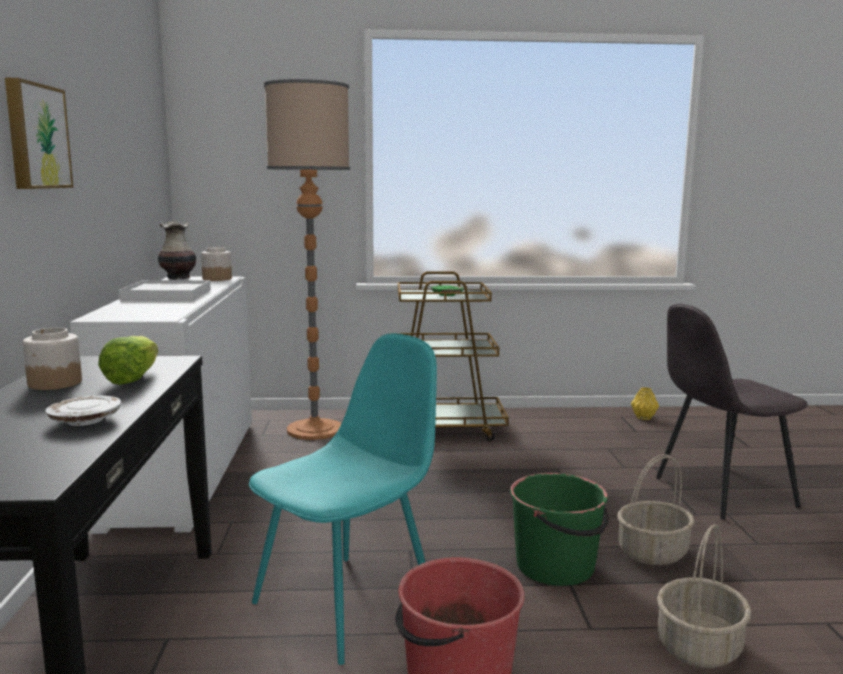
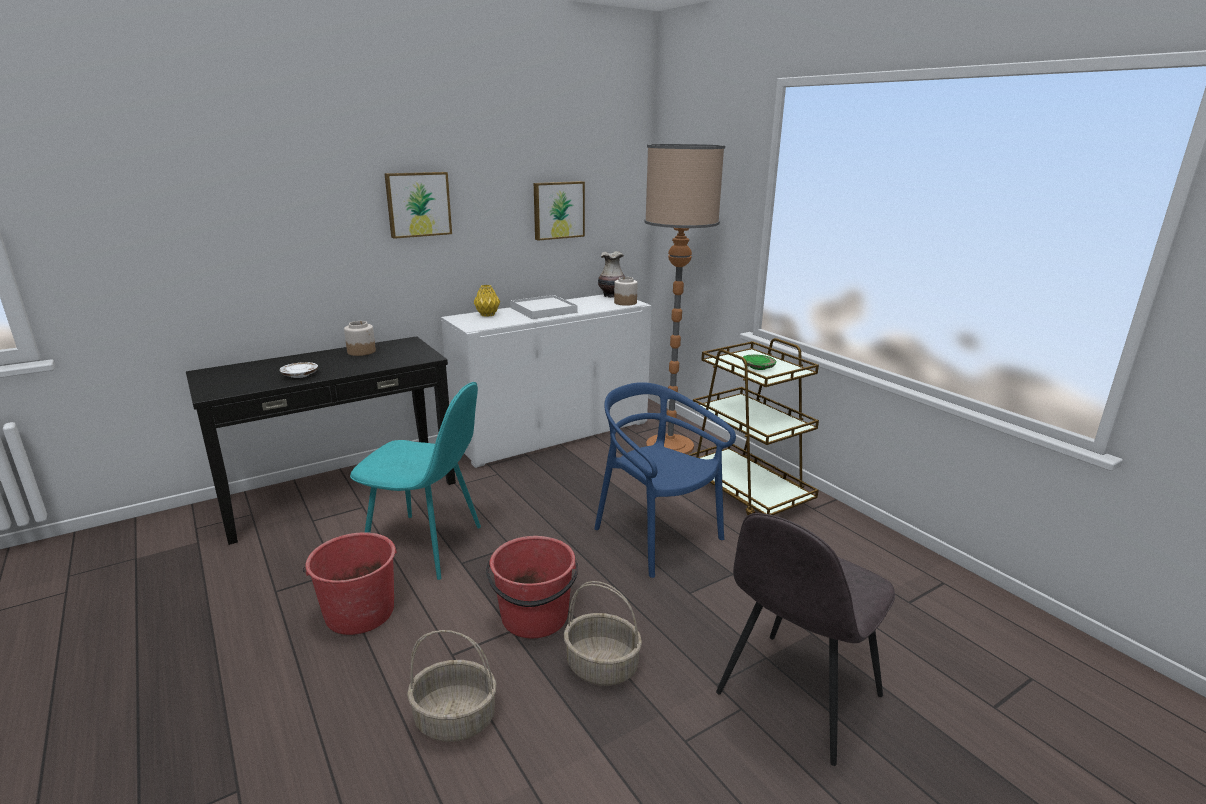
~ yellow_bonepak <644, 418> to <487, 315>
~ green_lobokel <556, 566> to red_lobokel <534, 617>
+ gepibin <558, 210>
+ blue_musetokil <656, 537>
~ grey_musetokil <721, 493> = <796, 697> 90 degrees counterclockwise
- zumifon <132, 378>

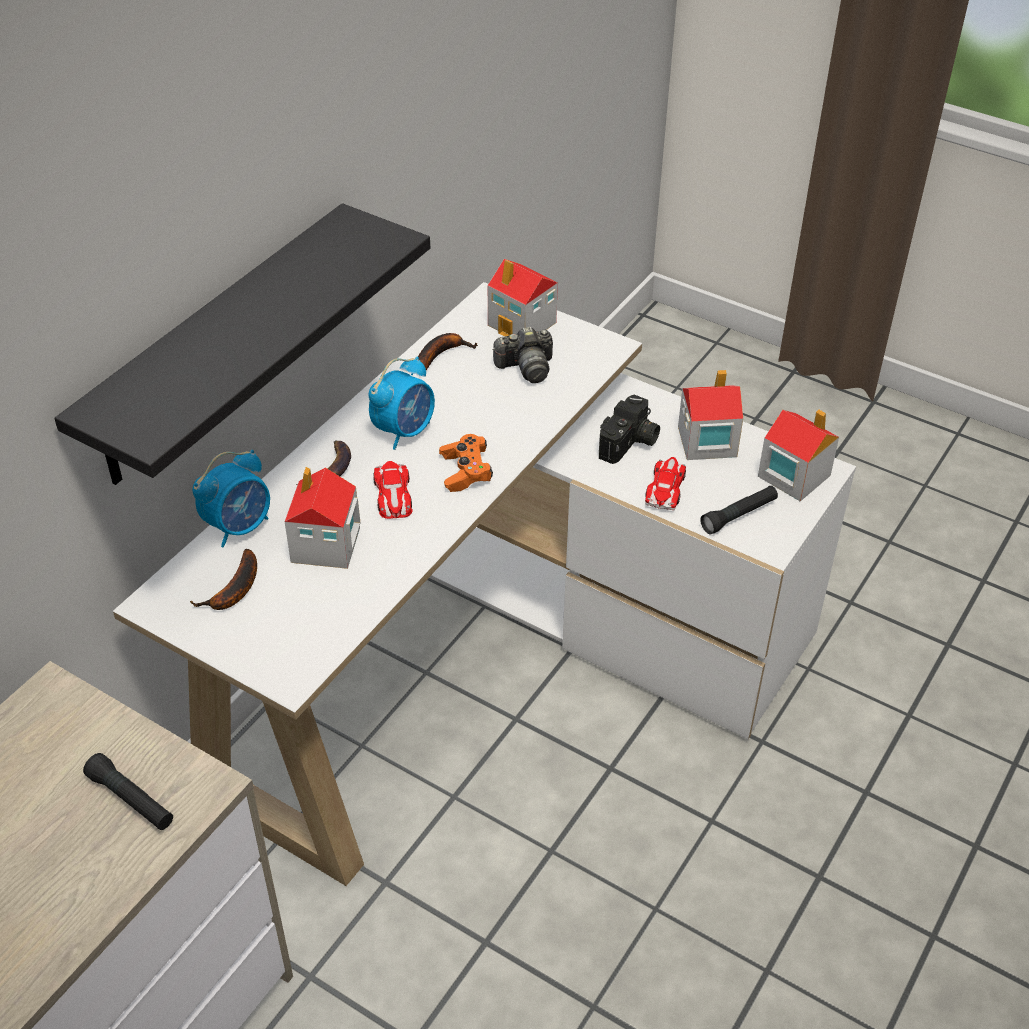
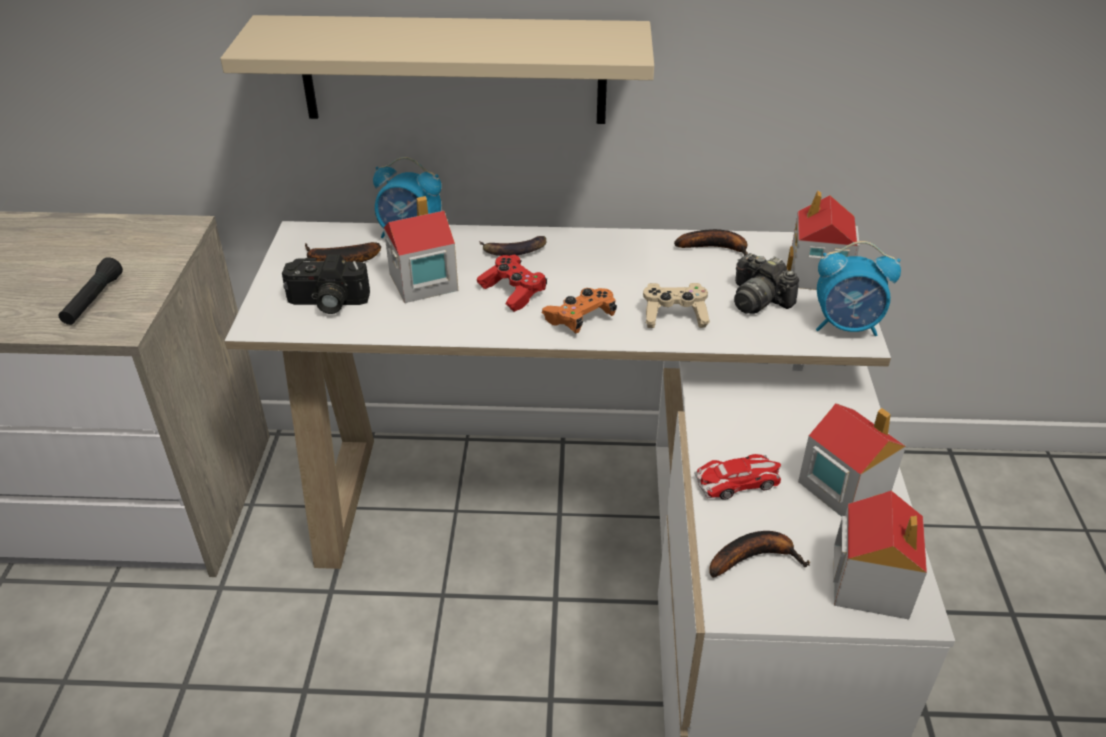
~ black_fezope <218, 347> to beige_fezope <453, 70>
~ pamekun <630, 443> to <327, 303>
~ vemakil <393, 495> to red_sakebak <512, 292>
+ beige_sakebak <674, 316>
~ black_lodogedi <739, 515> to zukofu <755, 557>
~ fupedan <404, 431> to <846, 326>

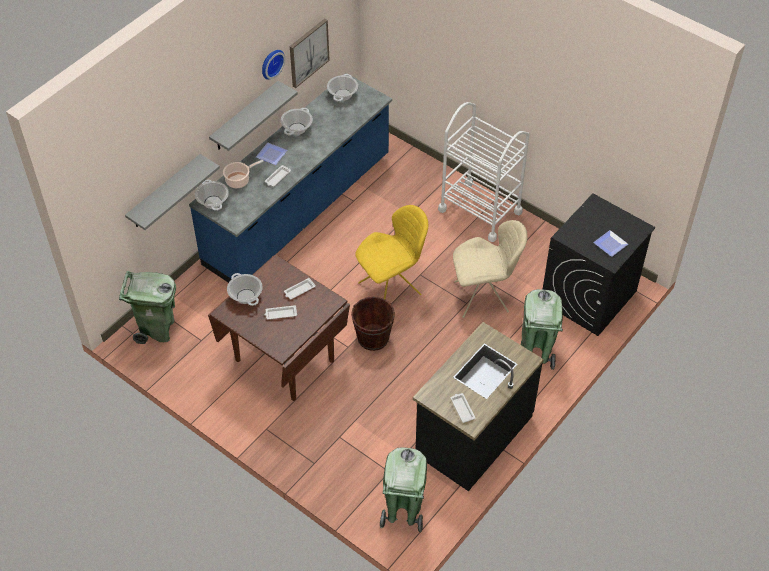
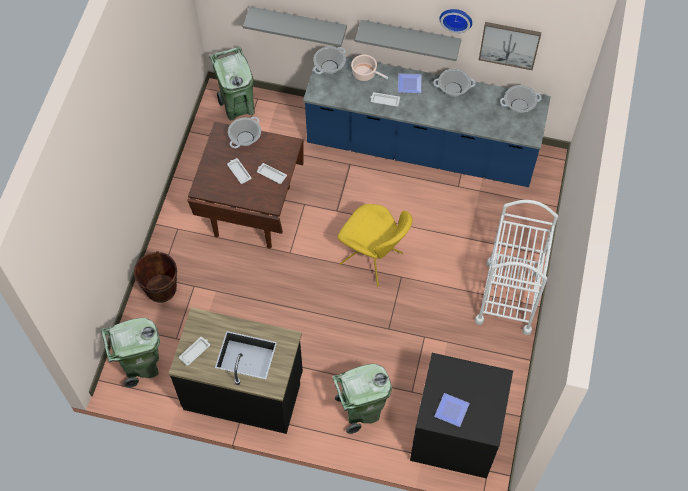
~ brown_lobokel <373, 338> to <161, 288>
- beige_musetokil <484, 296>

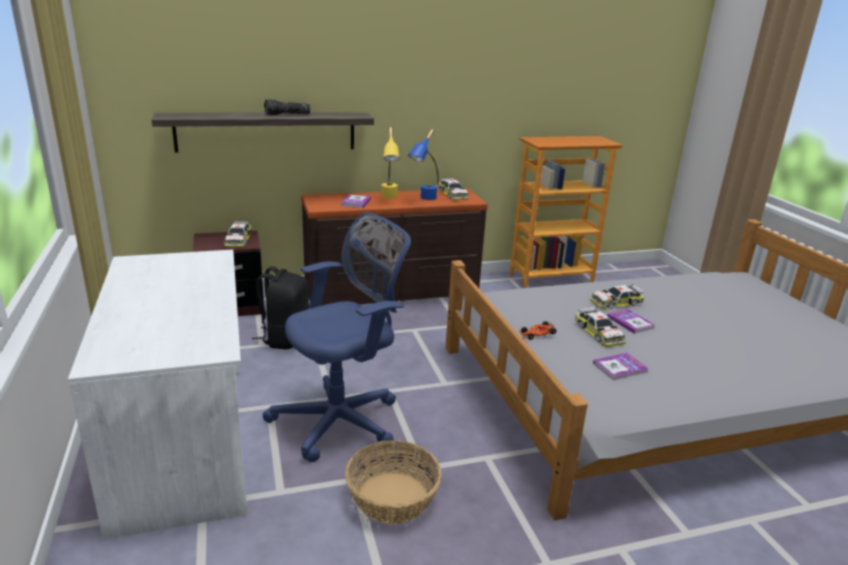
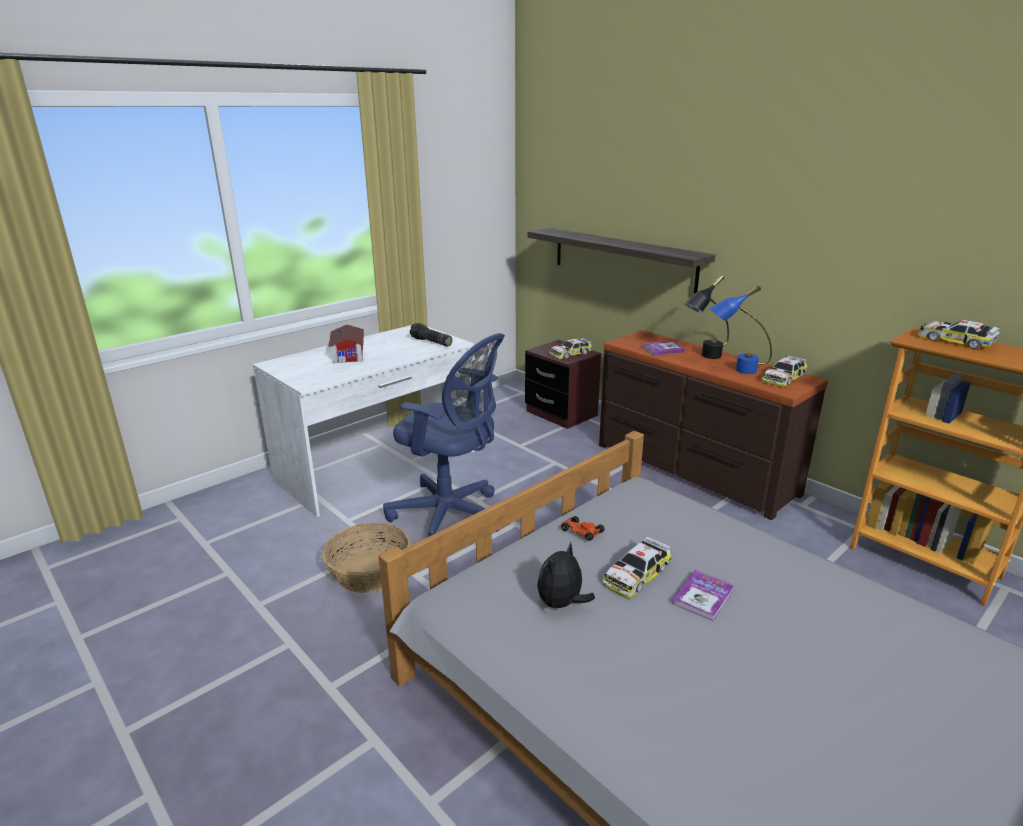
+ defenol <349, 353>
~ lodogedi <287, 115> to <430, 342>
~ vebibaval <620, 367> to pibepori <562, 604>
~ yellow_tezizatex <389, 198> to black_tezizatex <704, 357>
~ vemakil <615, 302> to <955, 341>
- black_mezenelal <285, 338>

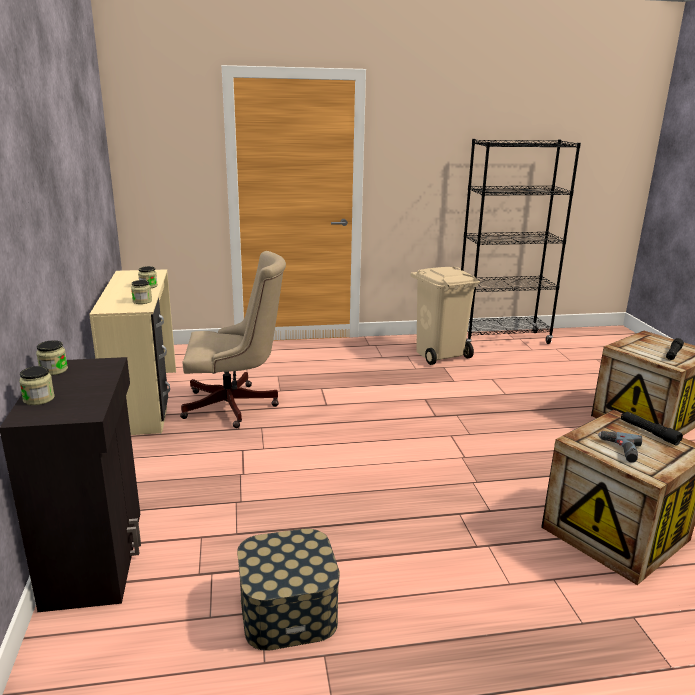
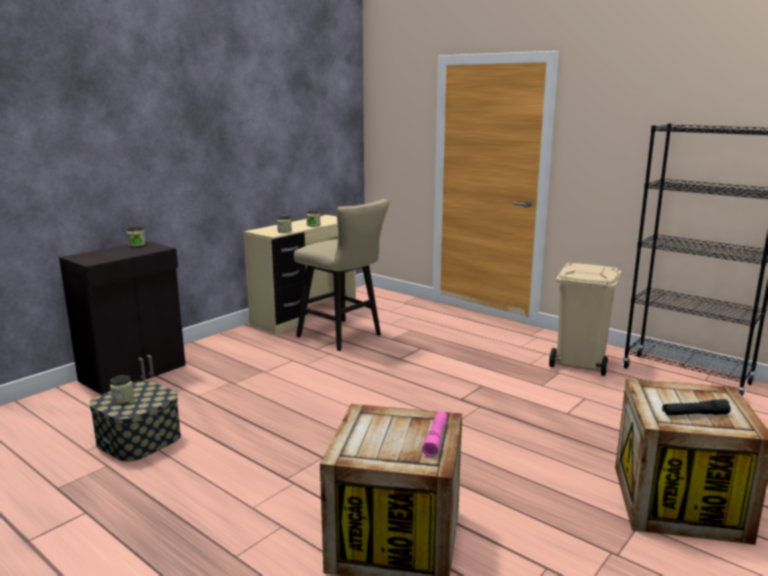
~ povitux <39, 399> to <123, 399>
~ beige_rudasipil <235, 406> to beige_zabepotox <344, 337>
~ black_lodogedi <649, 432> to pink_lodogedi <436, 438>
- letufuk <619, 450>

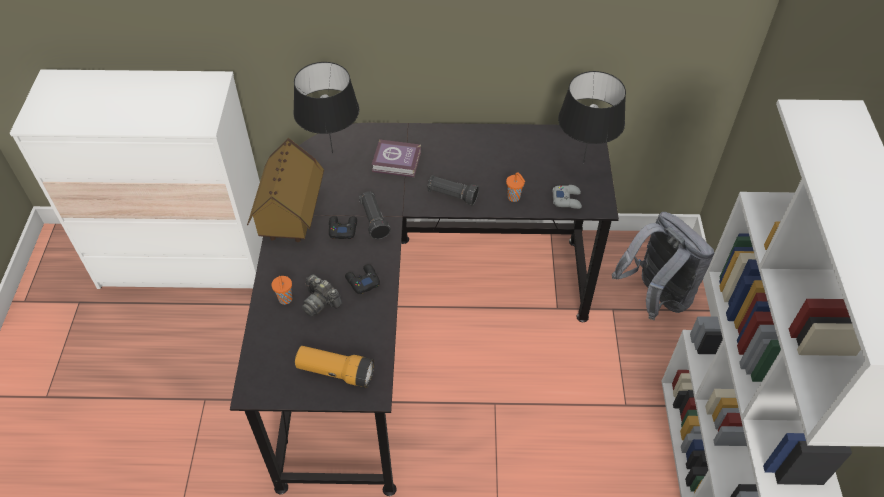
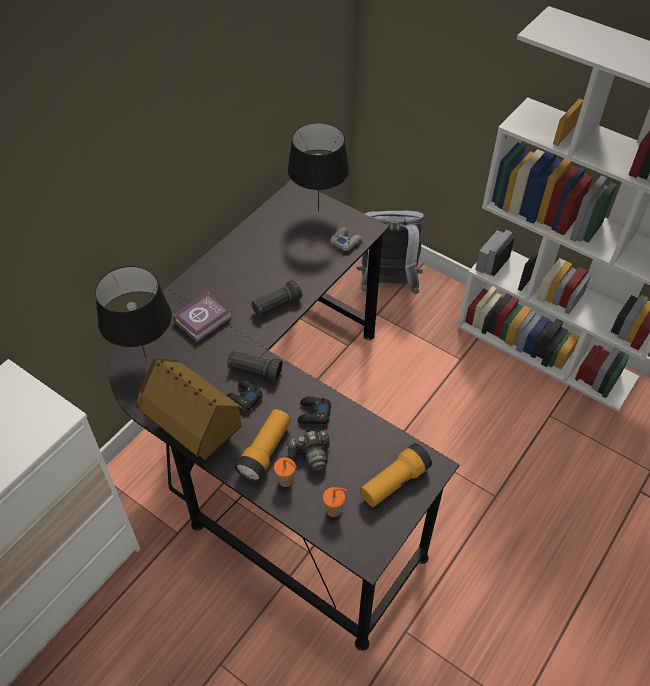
+ lodogedi <265, 451>
~ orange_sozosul <514, 198> to <334, 510>

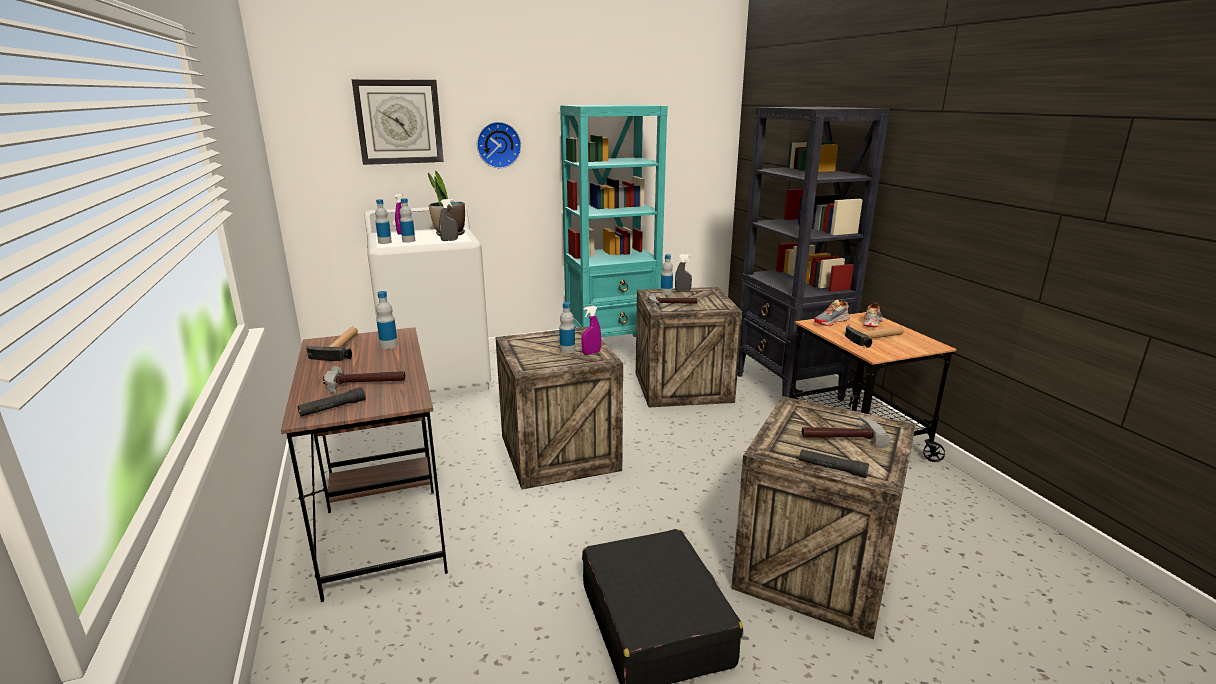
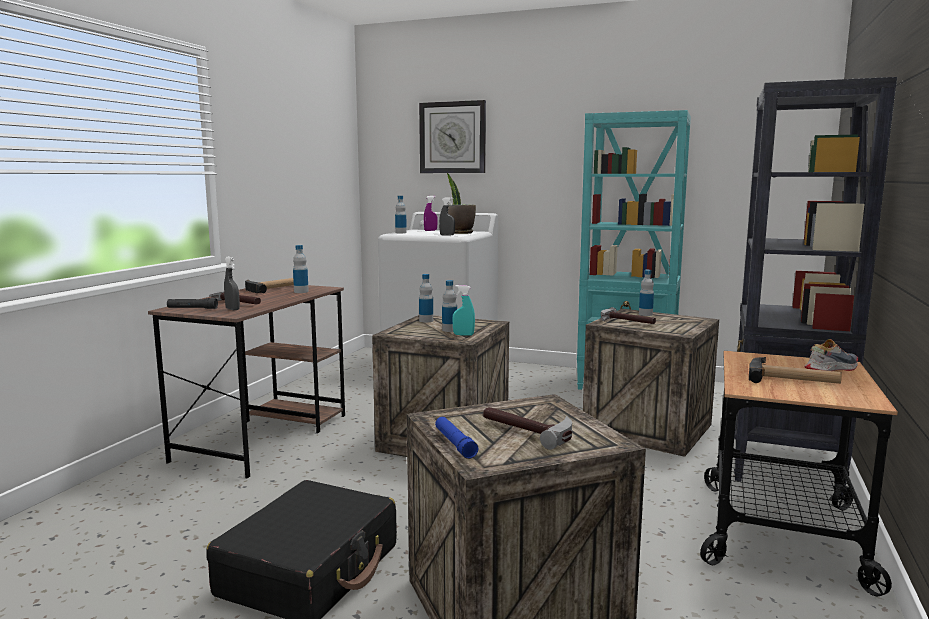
~ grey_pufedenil <682, 291> to <232, 309>
~ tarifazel <408, 241> to <426, 320>
~ black_lodogedi <832, 468> to blue_lodogedi <455, 443>
~ purple_pufedenil <591, 353> to turquoise_pufedenil <463, 335>
- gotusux <498, 145>
- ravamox <831, 321>

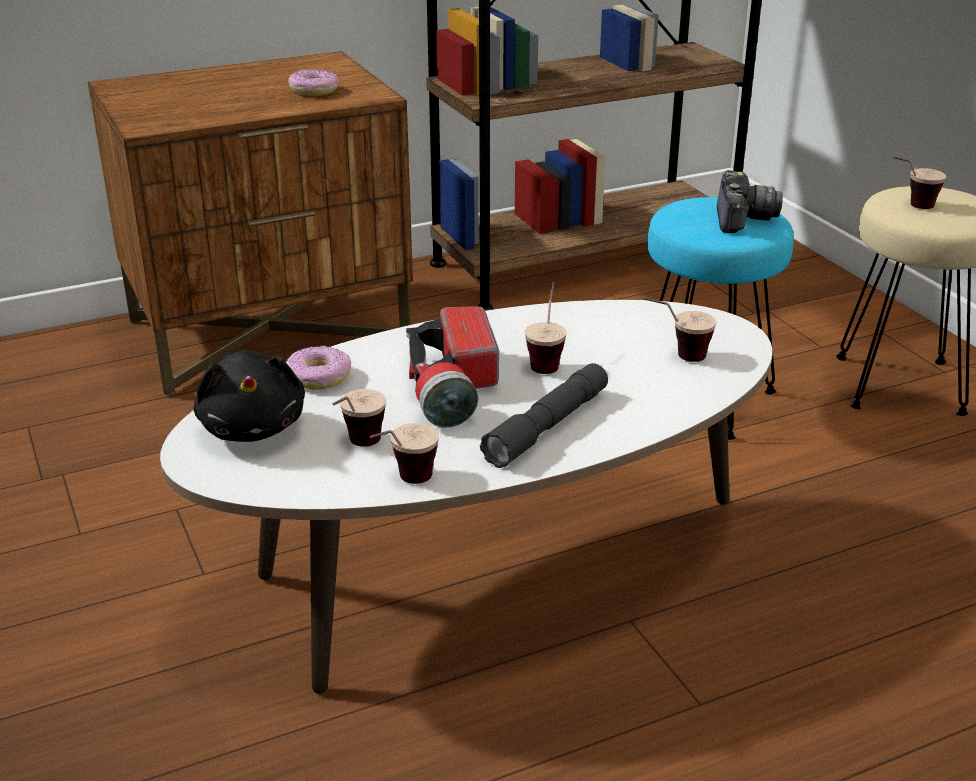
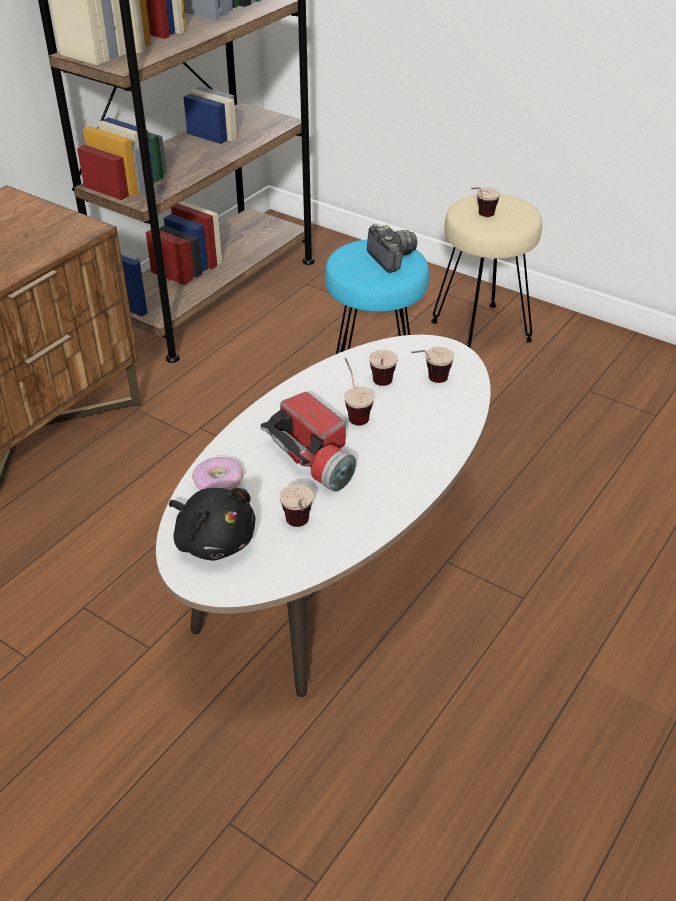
~ sozosul <403, 485> to <381, 387>
- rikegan <314, 90>
- grey_lodogedi <547, 427>

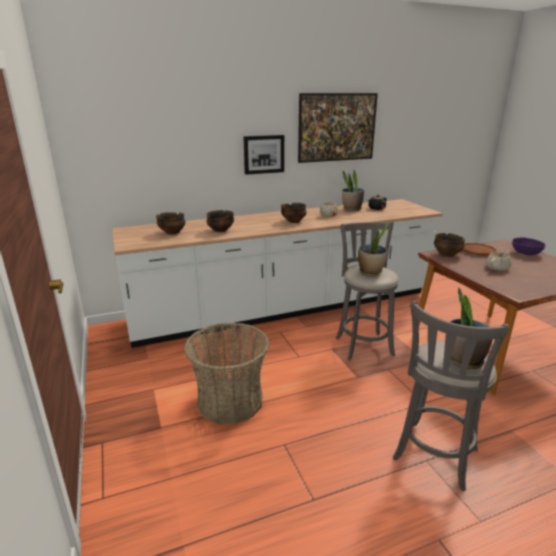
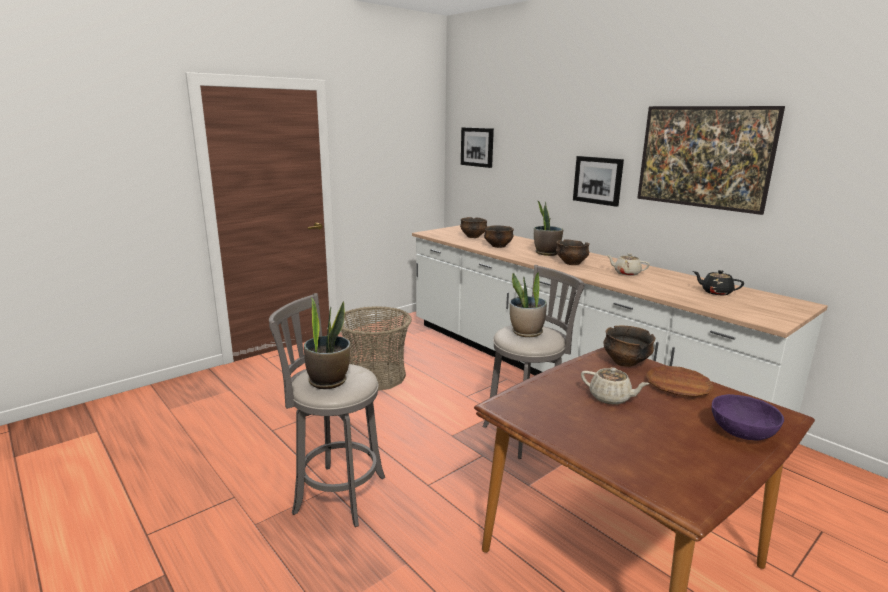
+ gepibin <477, 147>
~ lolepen <351, 209> to <546, 253>

